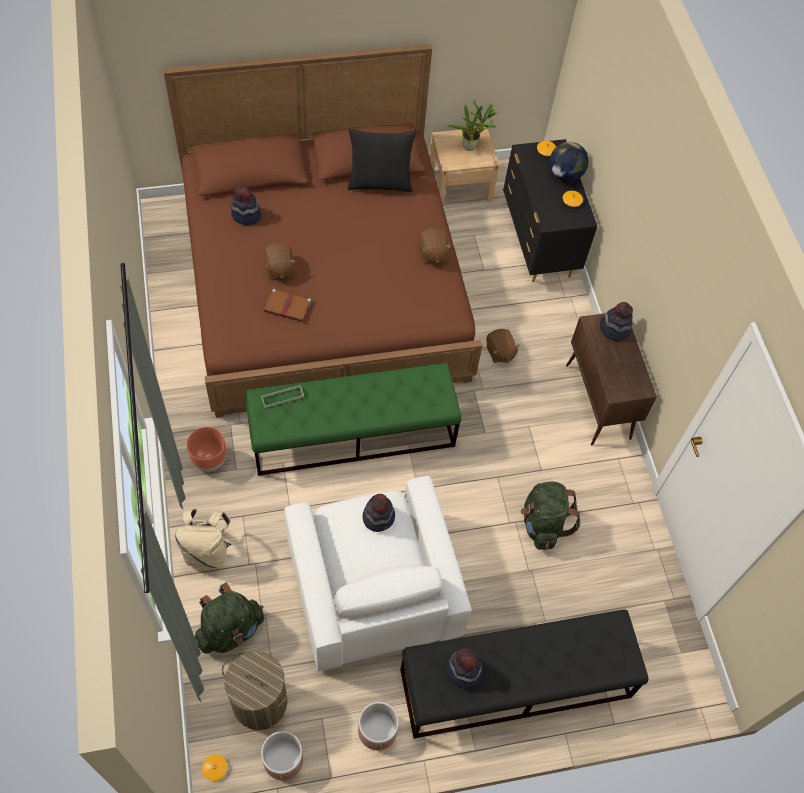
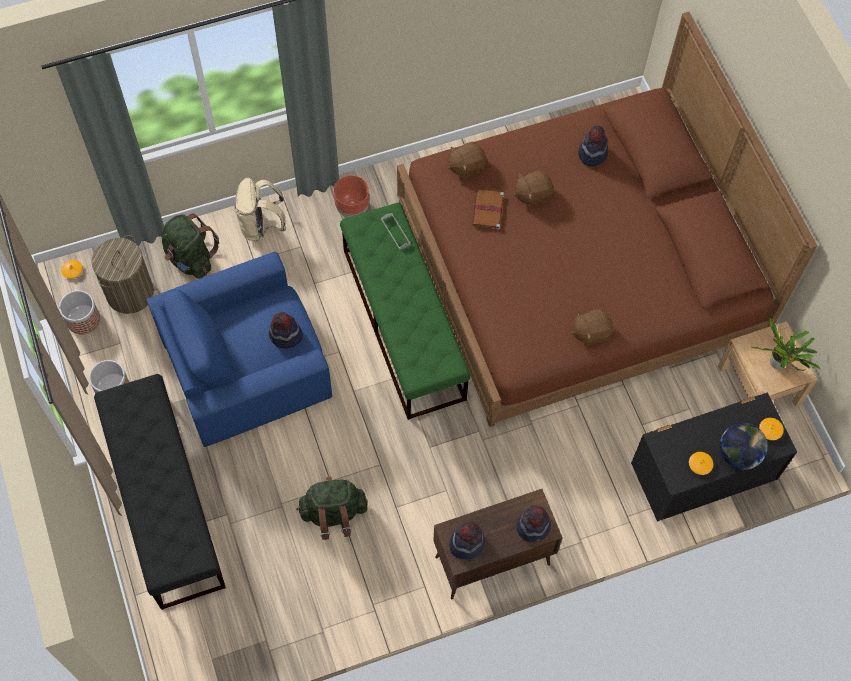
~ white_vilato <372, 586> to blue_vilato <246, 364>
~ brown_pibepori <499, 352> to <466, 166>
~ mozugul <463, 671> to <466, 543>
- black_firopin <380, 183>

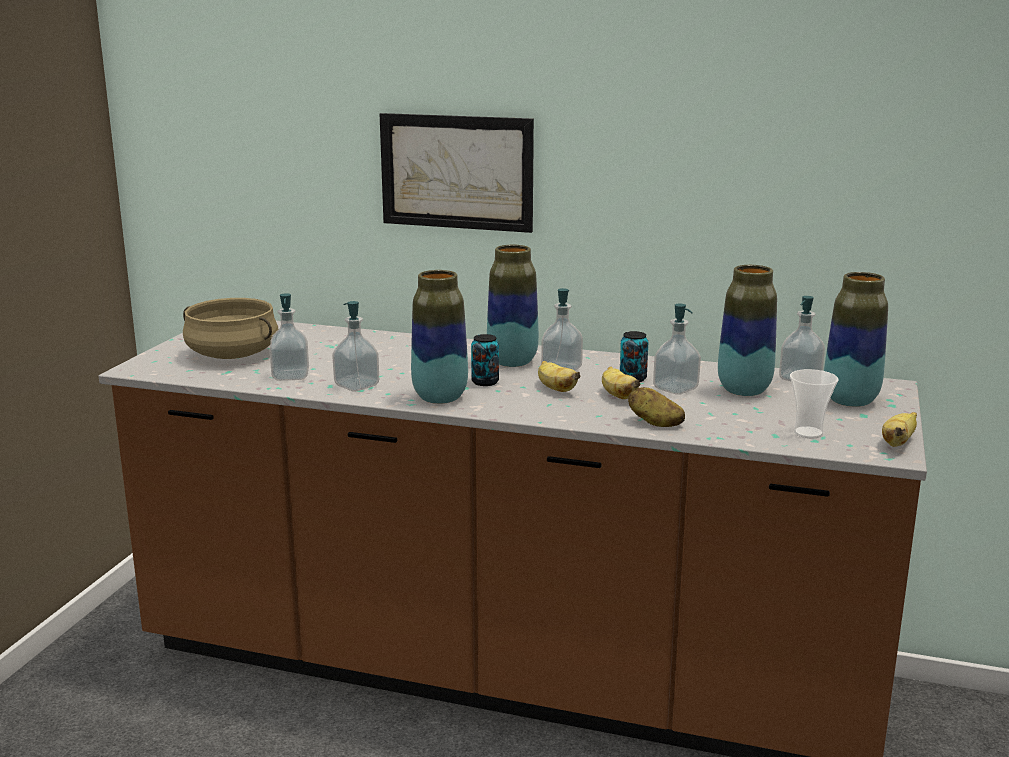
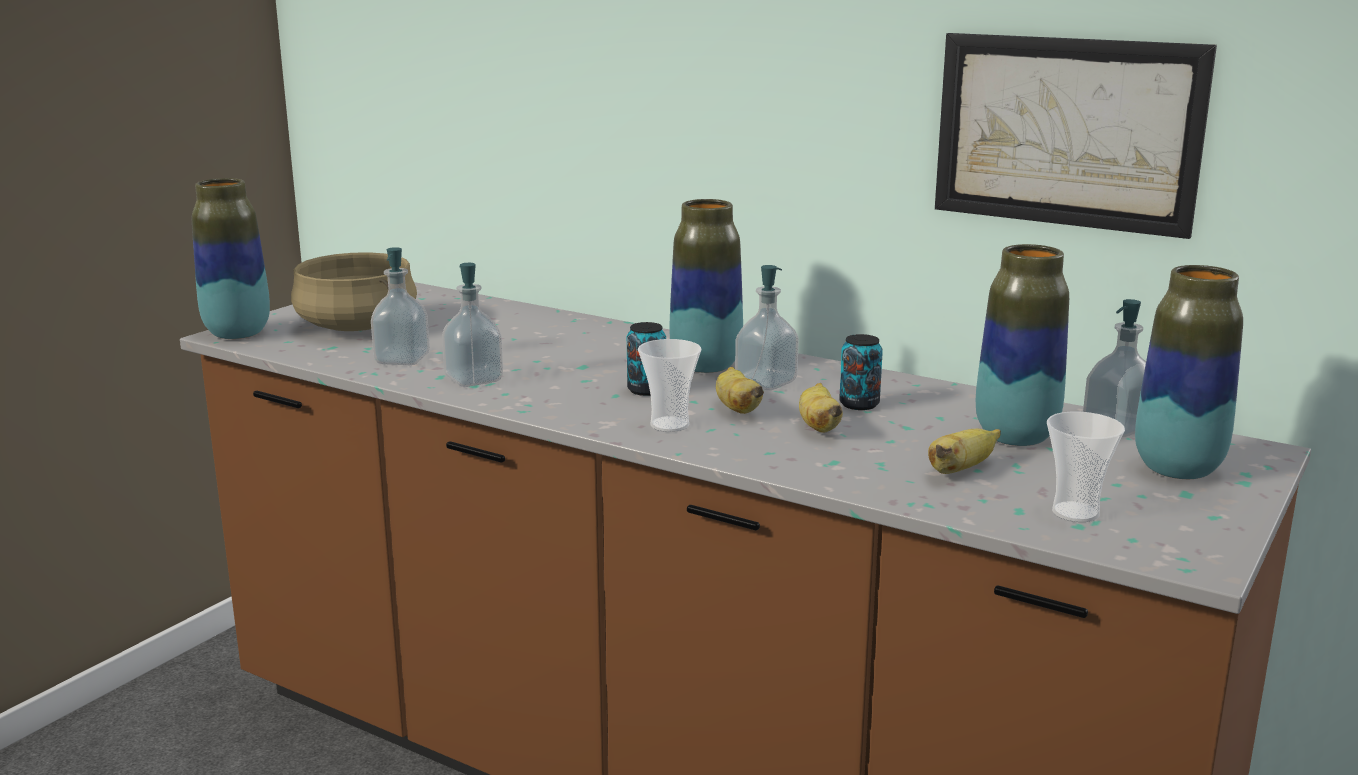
~ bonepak <440, 398> to <237, 333>
+ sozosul <669, 425>
~ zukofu <898, 443> to <960, 470>
~ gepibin <456, 172> to <1066, 132>
- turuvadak <655, 423>
- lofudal <675, 388>

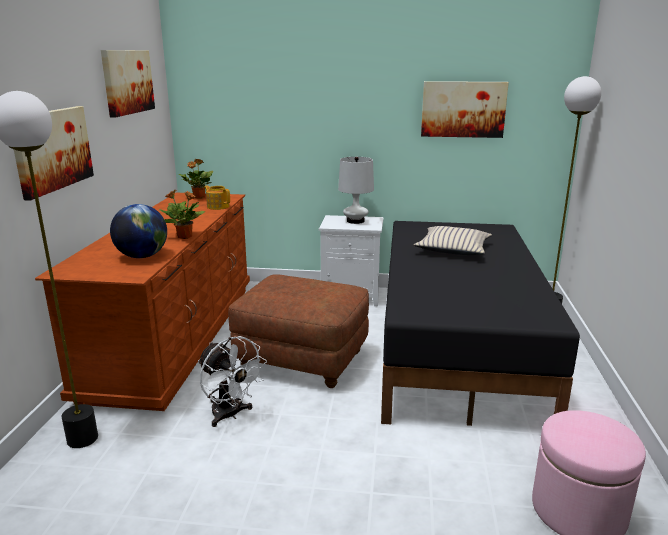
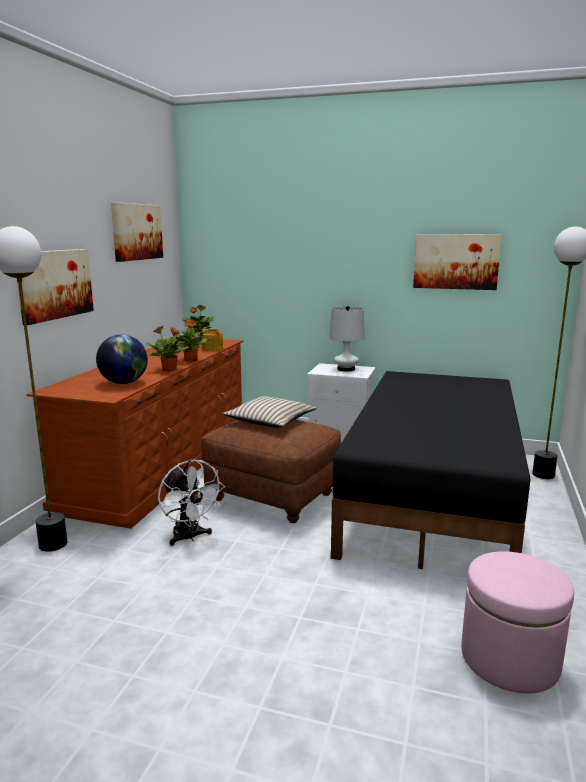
+ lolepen <191, 360>
~ beige_firopin <453, 249> to <270, 421>

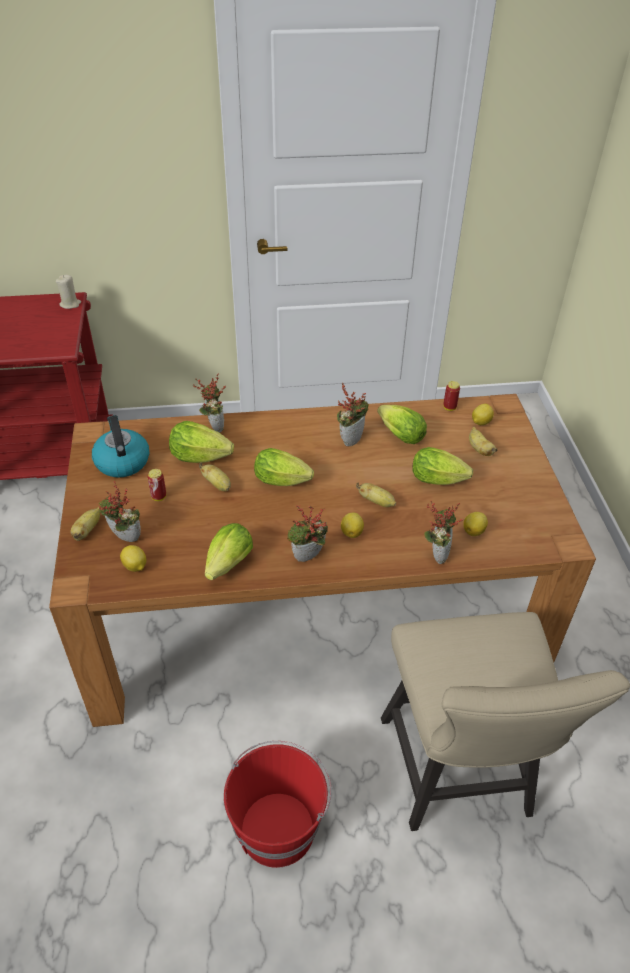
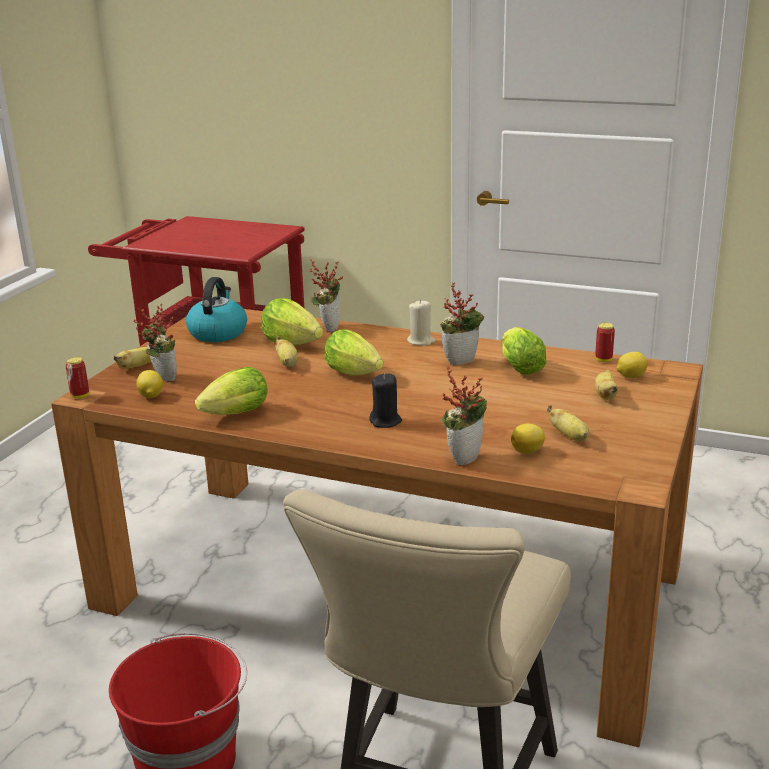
~ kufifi <159, 497> to <80, 396>
~ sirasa <352, 532> to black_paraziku <386, 421>
~ beige_paraziku <70, 304> to <421, 341>
~ zukofu <377, 502> to <570, 436>
- lolepen <307, 559>
- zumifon <440, 480>

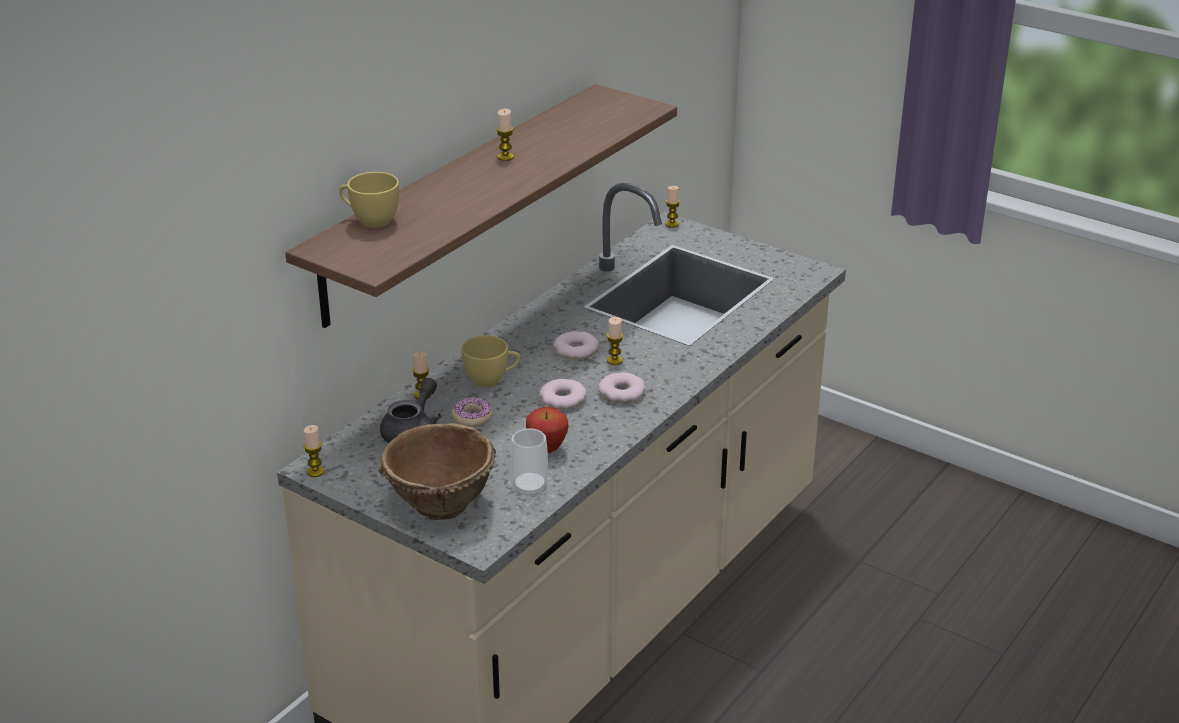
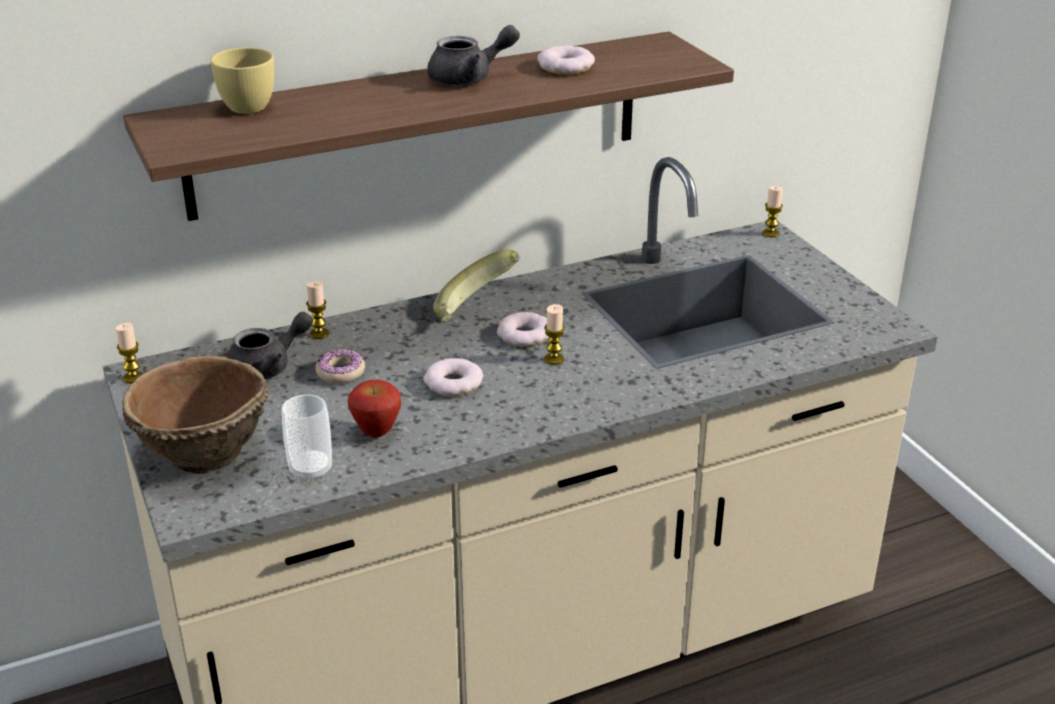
~ paraziku <505, 157> to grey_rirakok <469, 78>
+ zukofu <476, 312>
~ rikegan <622, 392> to <565, 67>
- yellow_sozosul <492, 380>

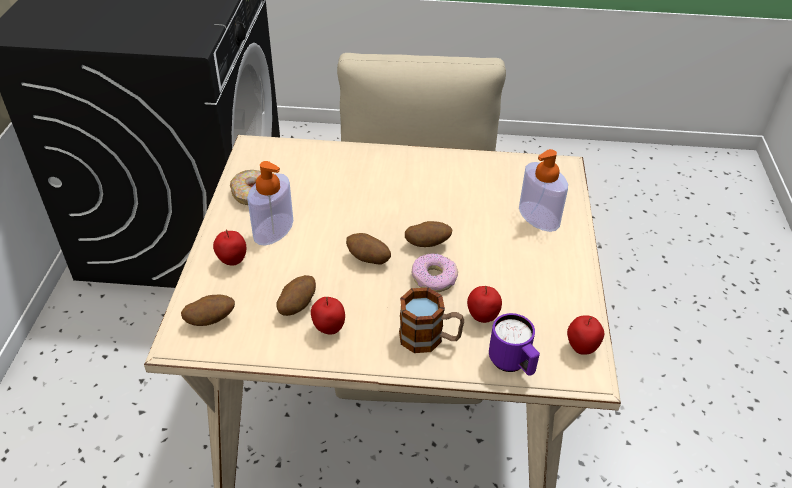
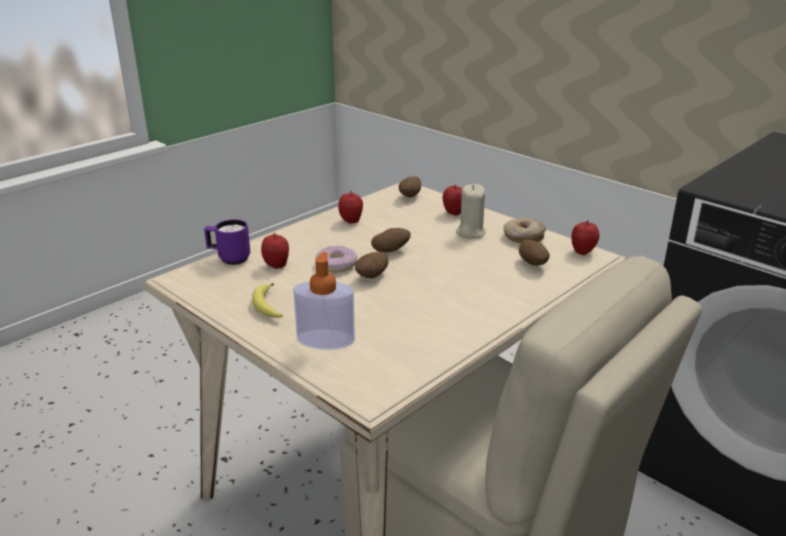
+ zukofu <267, 306>
~ lofudal <273, 229> to beige_paraziku <470, 232>
~ turuvadak <297, 306> to <533, 264>
~ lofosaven <581, 348> to <583, 252>
- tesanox <429, 338>

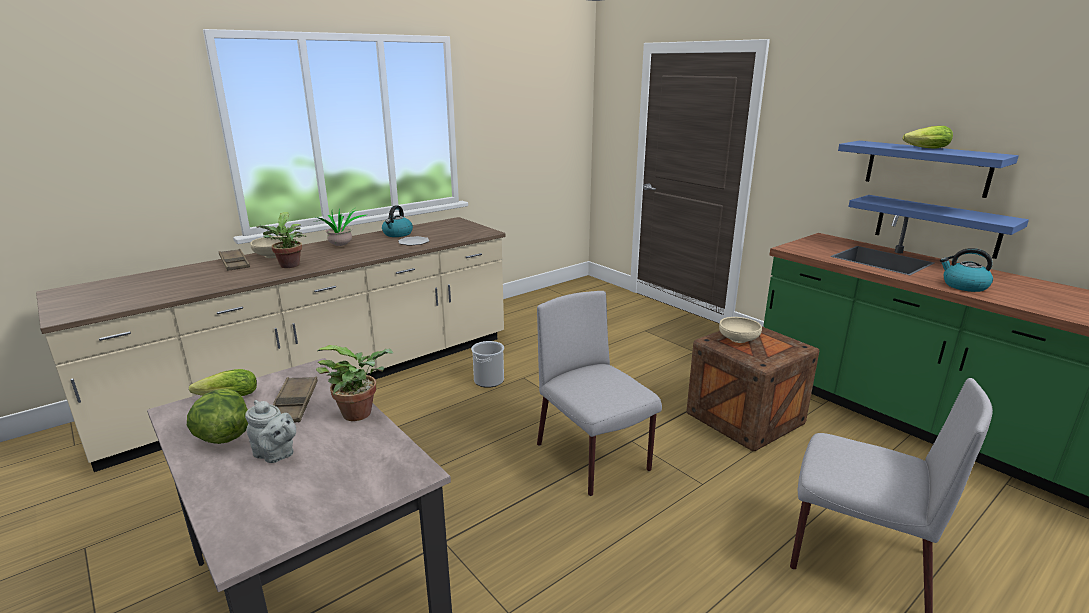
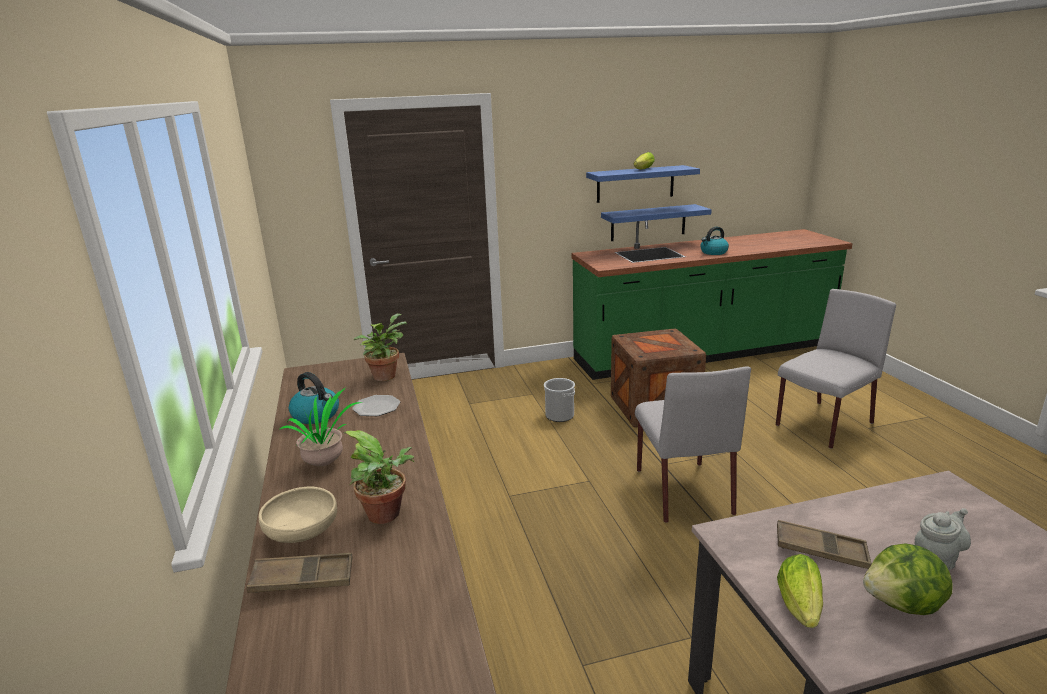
~ lolepen <361, 413> to <385, 375>
~ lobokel <489, 380> to <559, 415>
~ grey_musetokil <593, 458> = <682, 490> 90 degrees counterclockwise
- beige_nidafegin <738, 339>

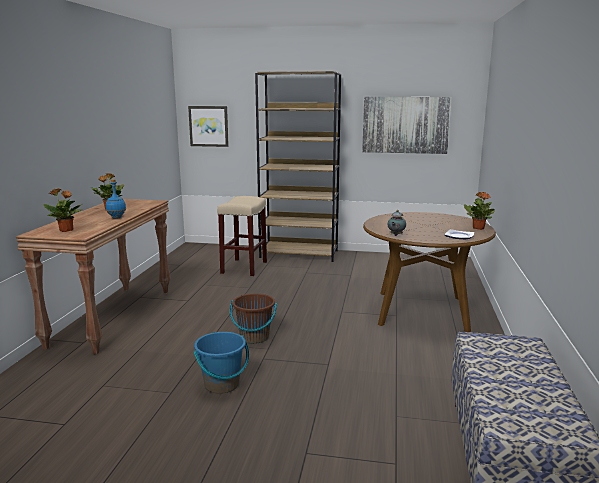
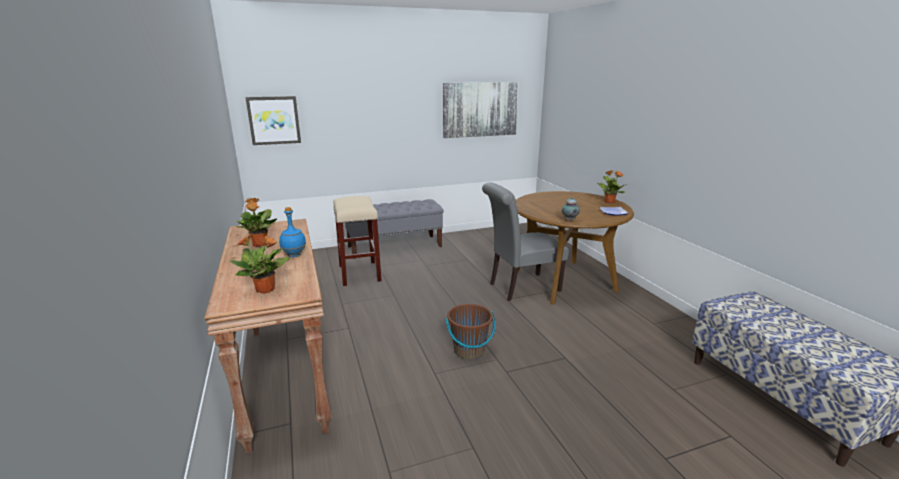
~ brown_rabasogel <299, 254> to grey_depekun <395, 246>
+ grey_musetokil <520, 287>
- blue_lobokel <222, 384>

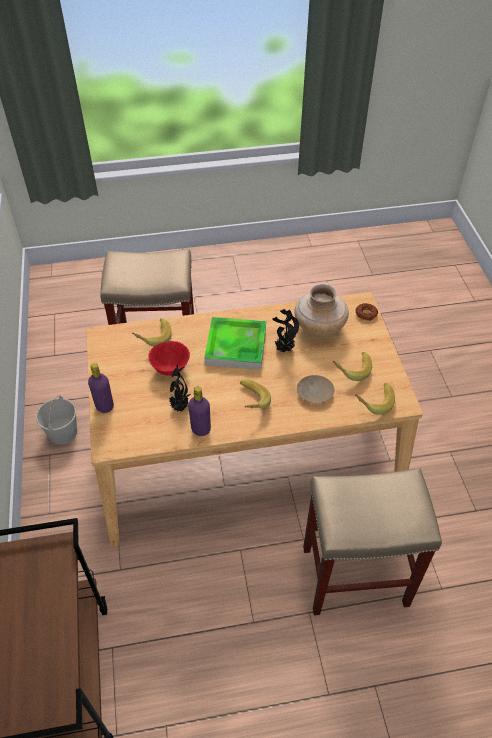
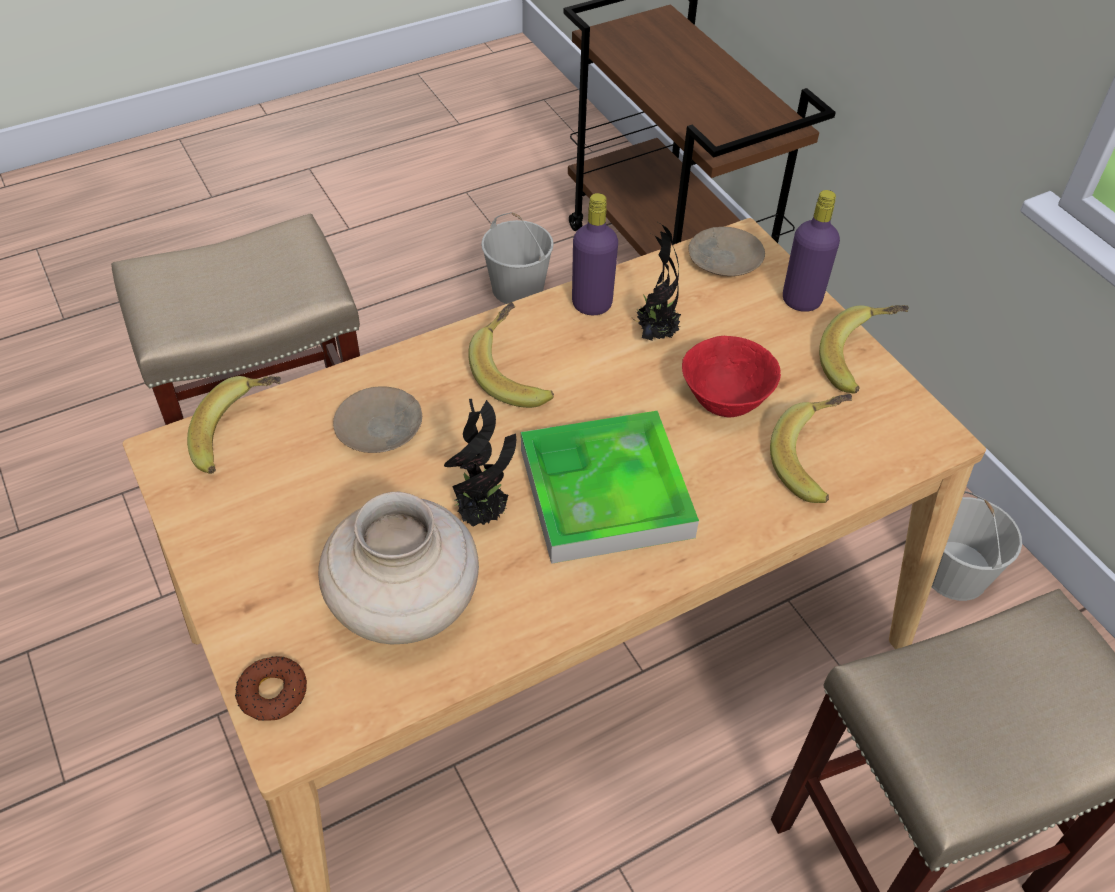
+ white_lobokel <516, 287>
+ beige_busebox <724, 260>
~ zukofu <350, 370> to <861, 362>

